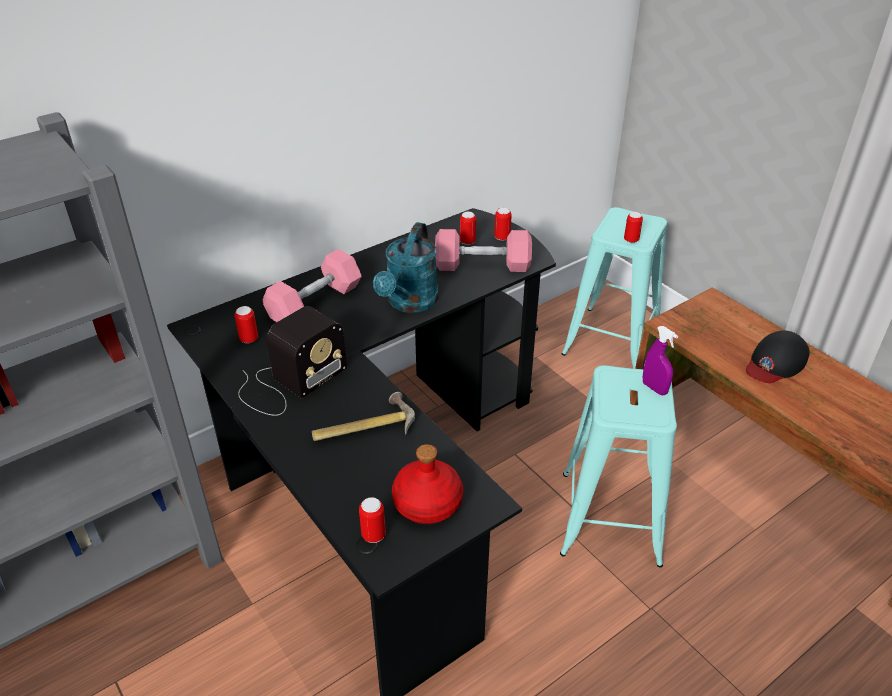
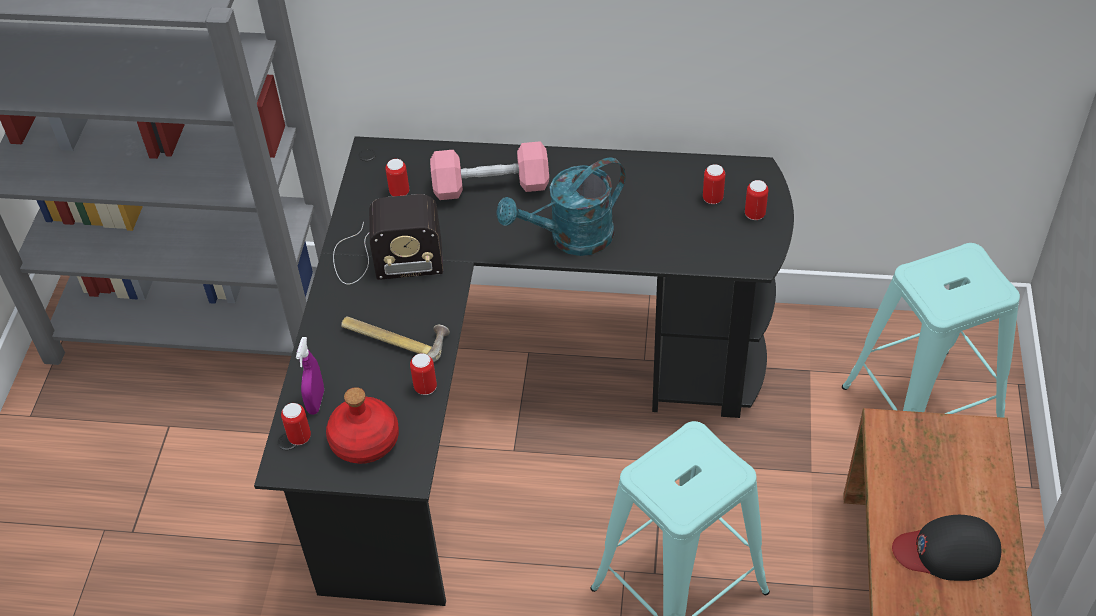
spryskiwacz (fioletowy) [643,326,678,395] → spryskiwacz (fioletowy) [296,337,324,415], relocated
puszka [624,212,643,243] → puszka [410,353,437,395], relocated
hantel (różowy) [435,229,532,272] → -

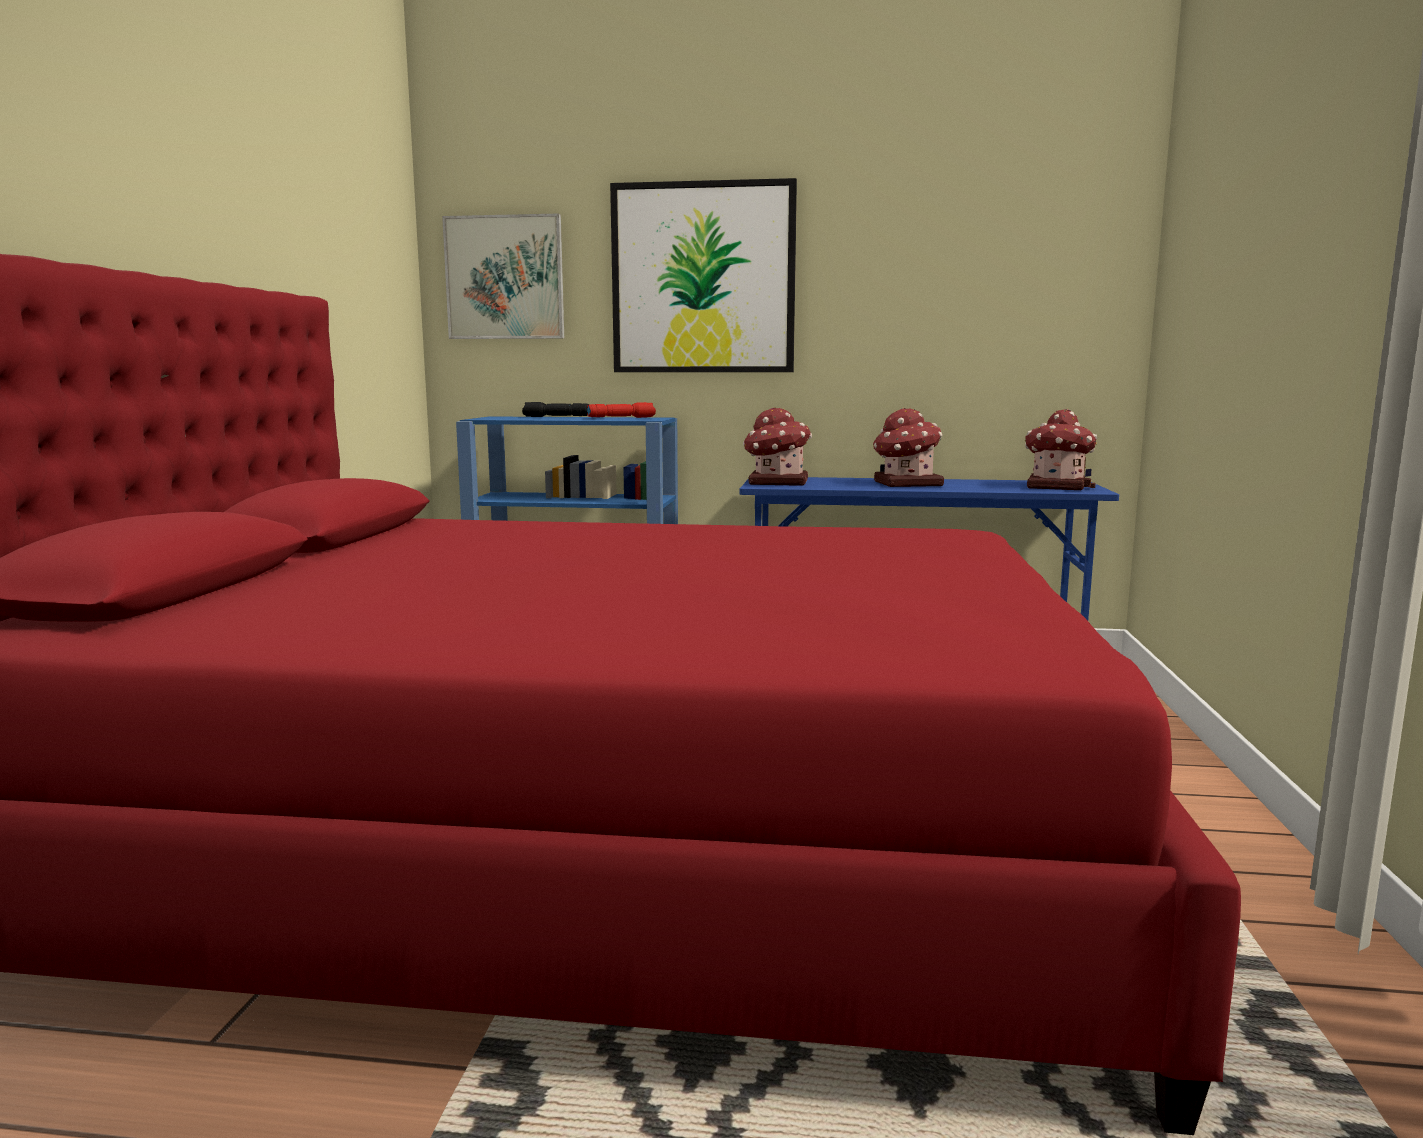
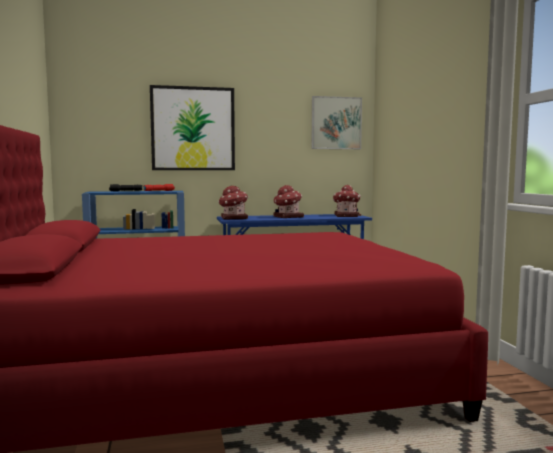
obraz [442,213,564,339] → obraz [311,96,362,149], relocated

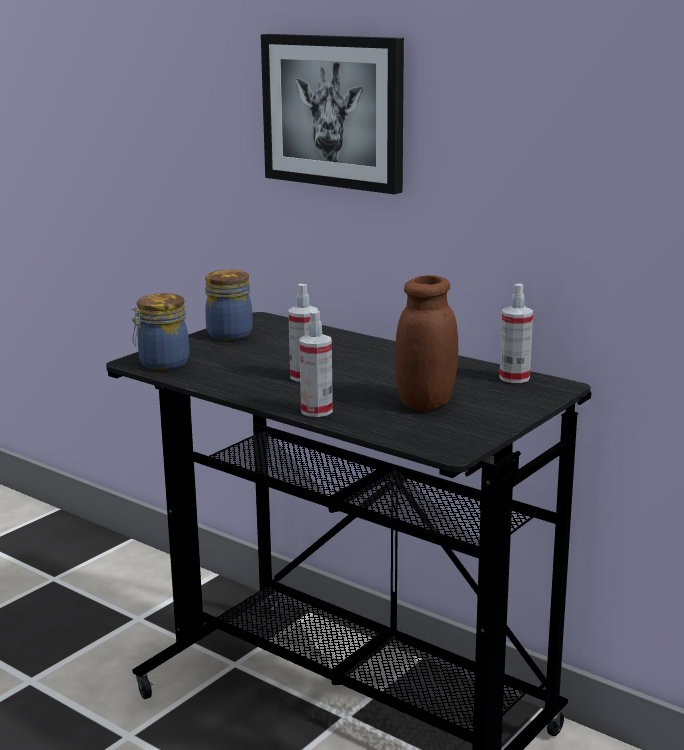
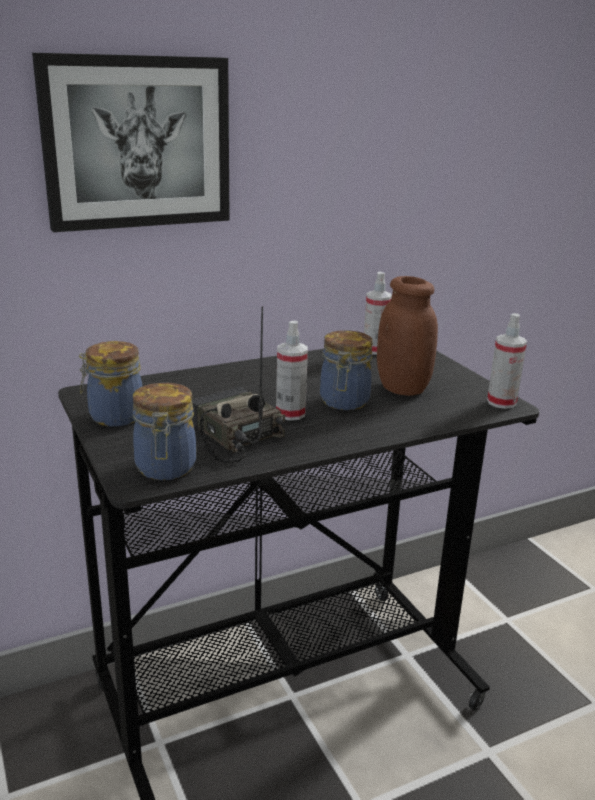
- → radio [192,307,285,463]
- → słoik [320,330,372,410]
spryskiwacz [299,310,333,417] → spryskiwacz [487,313,527,409], relocated

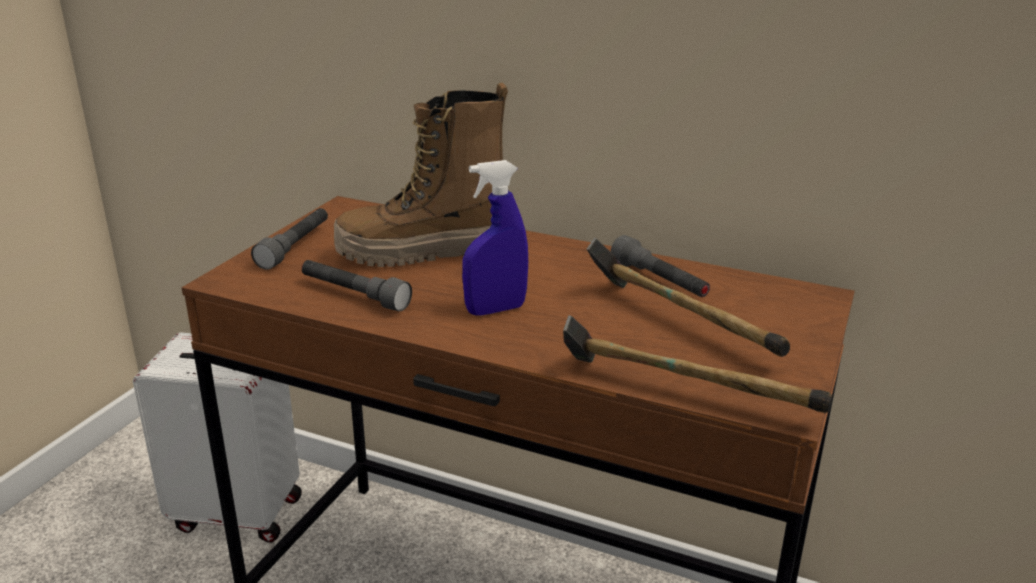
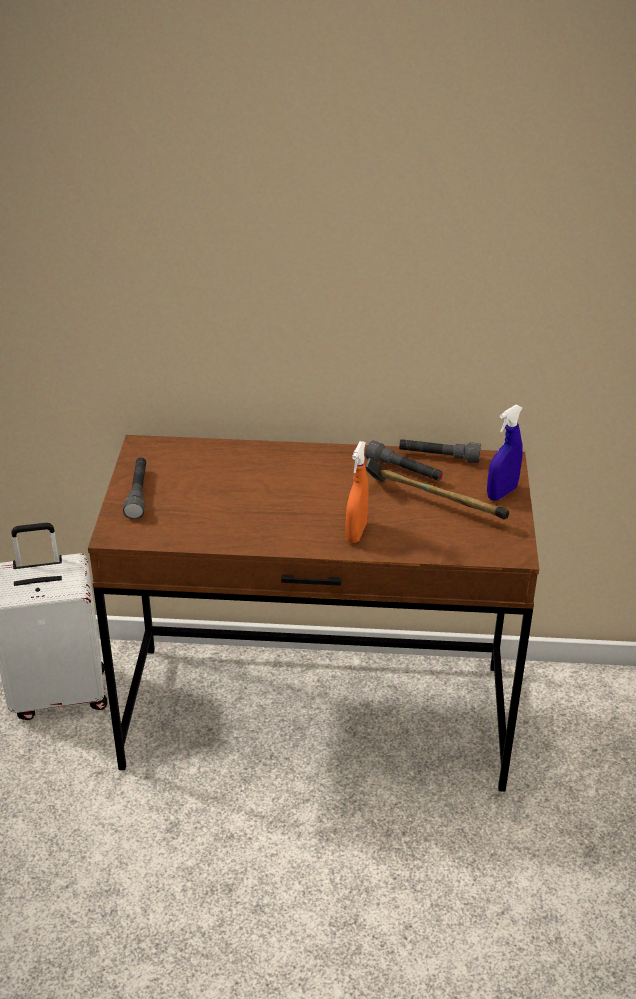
- → spryskiwacz (pomarańczowy) [346,441,369,543]
latarka (szary) [302,260,412,312] → latarka (szary) [399,439,481,463], relocated
spryskiwacz (niebieski) [462,160,528,316] → spryskiwacz (niebieski) [487,405,523,501], relocated
but z cholewką [334,83,508,267] → -
młotek [563,315,832,413] → -

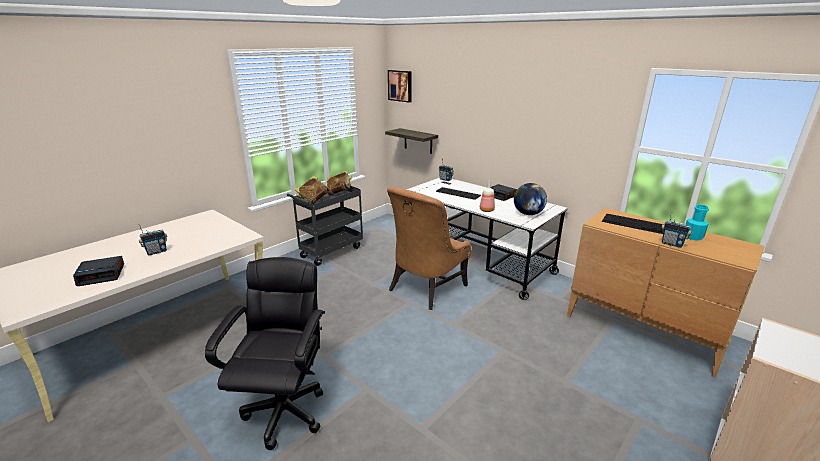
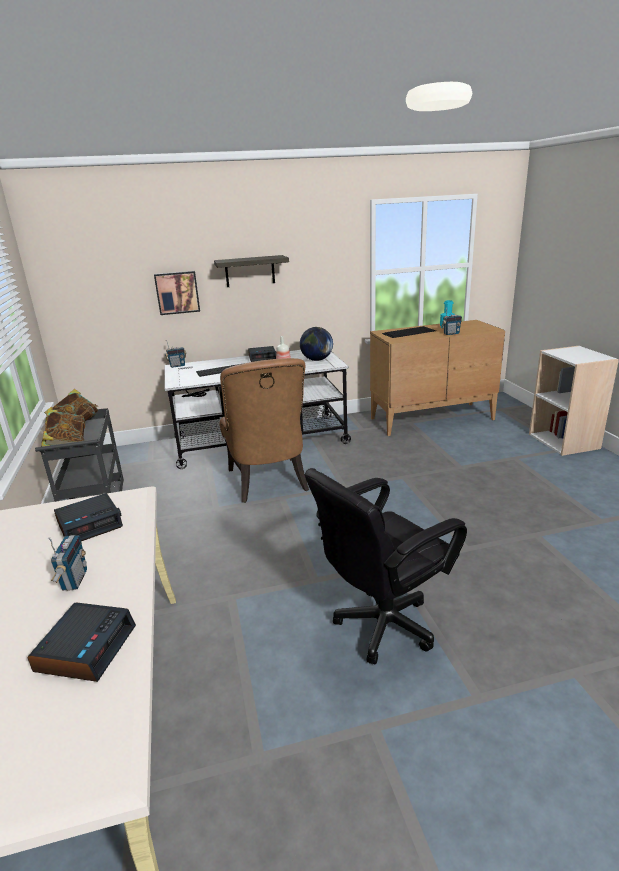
- → budzik [54,493,123,541]
obraz [388,70,411,102] → obraz [154,271,200,315], relocated
półka [385,128,438,154] → półka [214,255,289,287], relocated
krzesło biurowe (czarny) [205,257,325,450] → krzesło biurowe (czarny) [305,468,467,664], 75 degrees counterclockwise

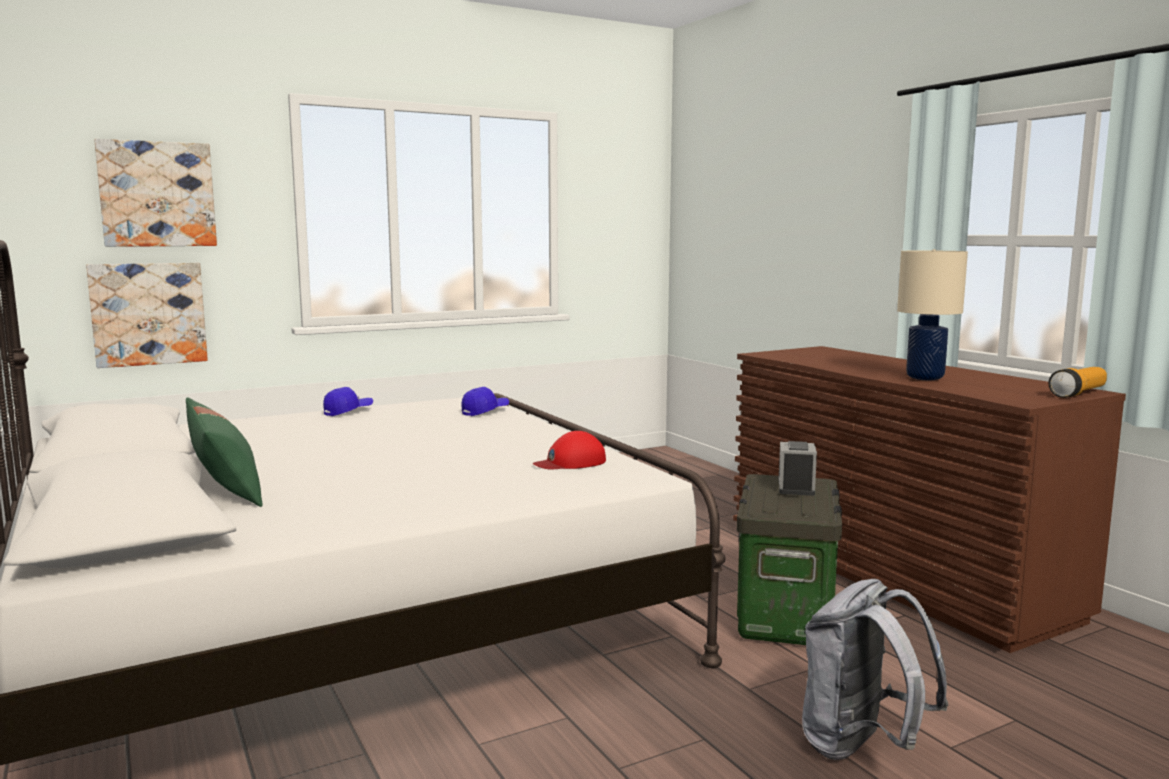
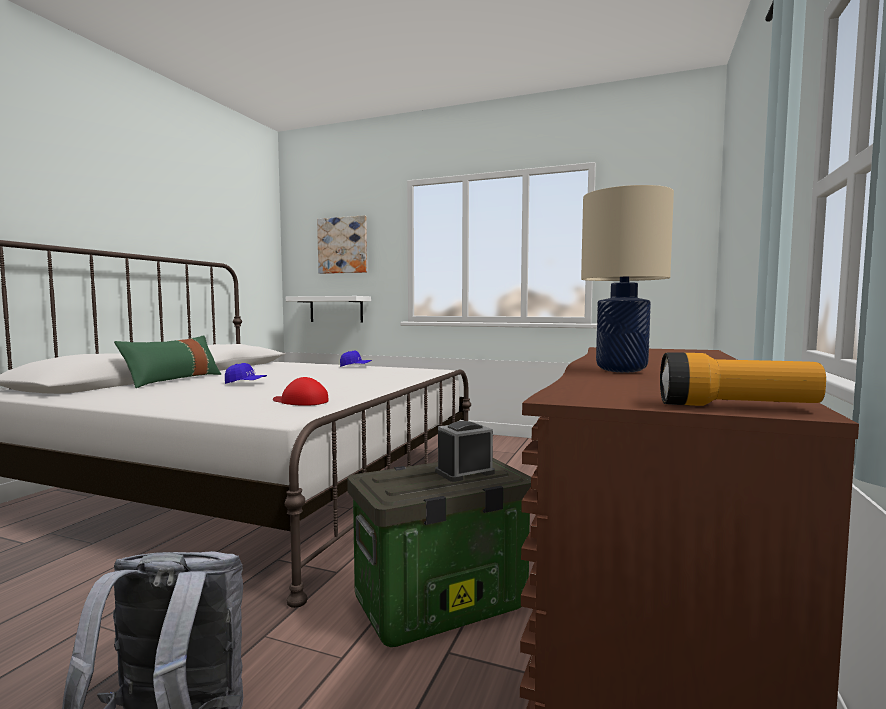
czapka z daszkiem (niebieski) [461,387,509,416] → czapka z daszkiem (niebieski) [225,363,267,384], relocated
obraz [86,263,208,368] → półka (biały) [286,296,371,323]

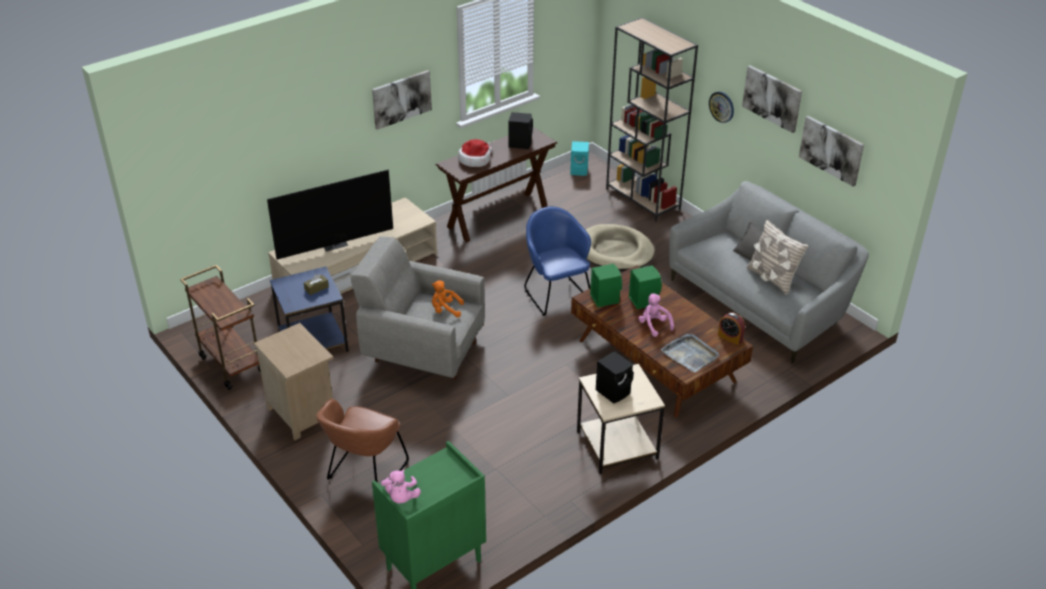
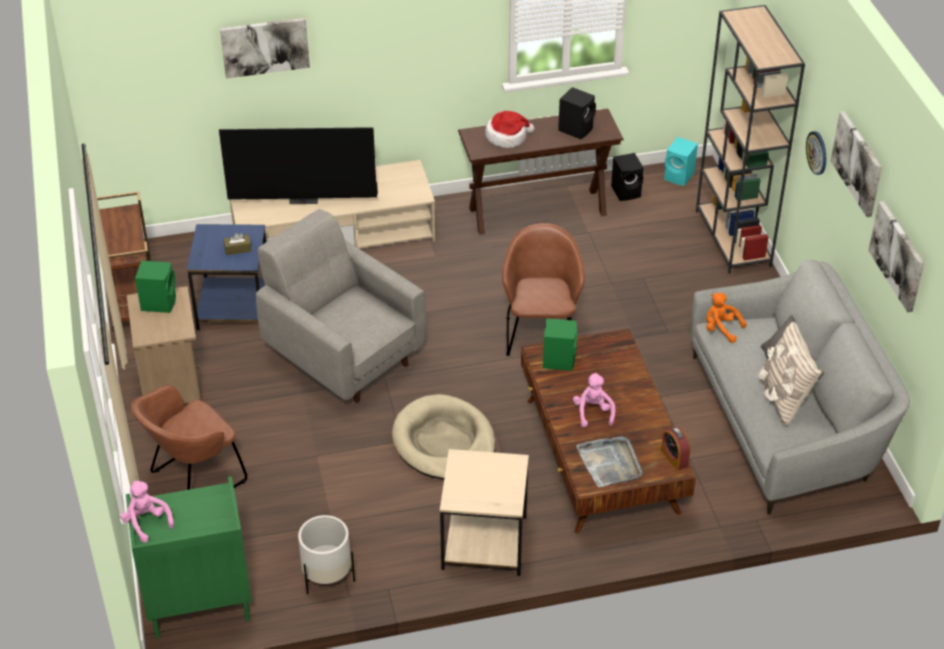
pluszak (różowy) [381,470,421,503] → pluszak (różowy) [120,481,174,543], 120 degrees clockwise
głośnik (zielony) [629,265,662,309] → głośnik (zielony) [135,261,176,313], relocated
obraz [372,70,432,130] → obraz [220,18,310,79], relocated
- → donica (biały) [298,515,355,594]
legowisko (beżowy) [586,224,655,271] → legowisko (beżowy) [392,394,496,479], relocated
fotel (niebieski) [525,206,591,316] → fotel (brązowy) [502,223,585,356]
głośnik (czarny) [596,351,634,404] → głośnik (czarny) [611,153,644,201], relocated
pluszak (pomarańczowy) [432,281,464,317] → pluszak (pomarańczowy) [706,292,747,343], relocated

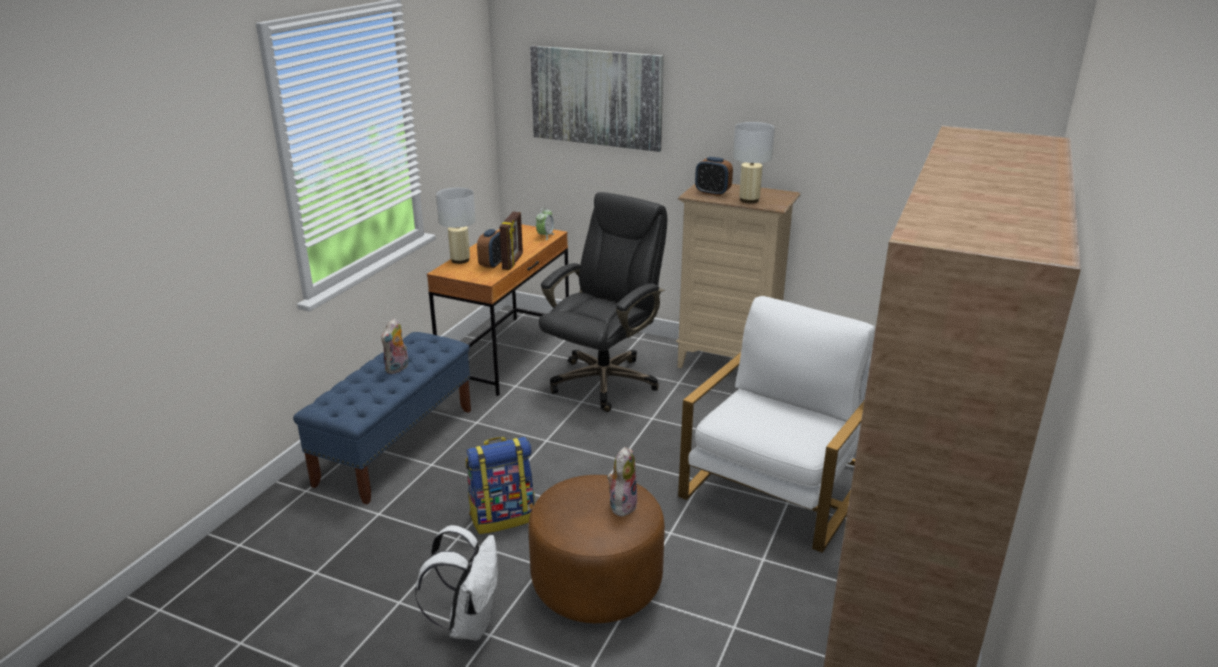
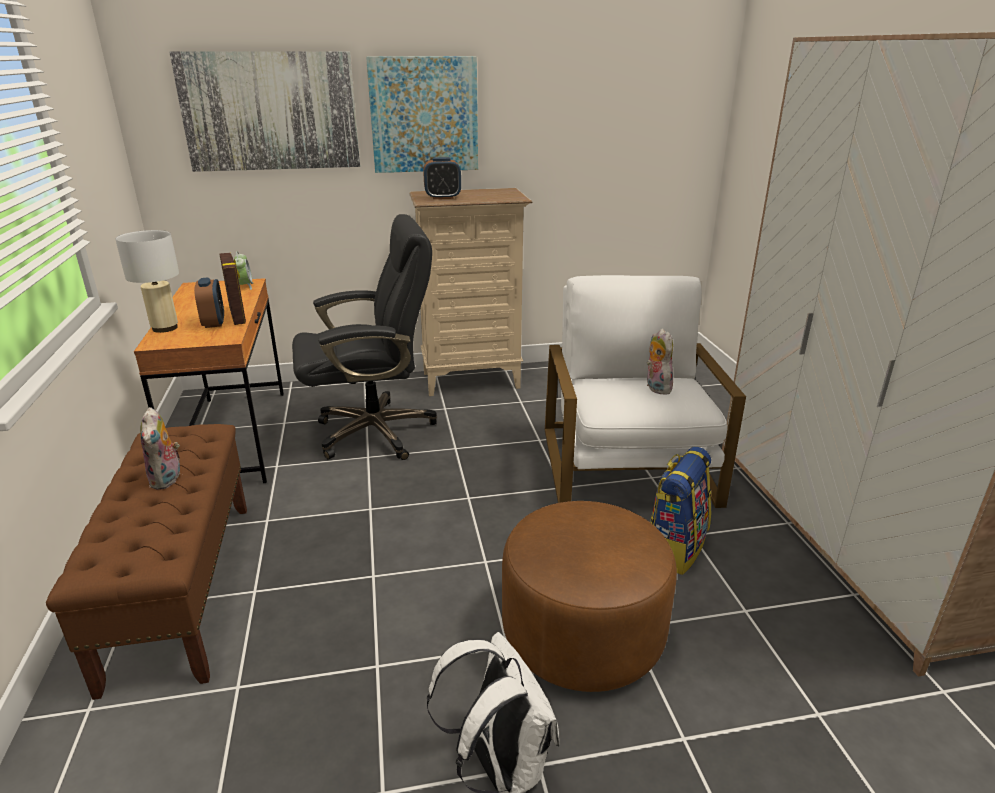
ławka (niebieski) [293,332,471,504] → ławka (brązowy) [46,424,247,700]
krzesło biurowe (czarny) [538,192,667,412] → krzesło biurowe (czarny) [292,214,437,460], 75 degrees clockwise
- → obraz [366,56,478,173]
pluszak [607,447,637,516] → pluszak [646,329,673,394], relocated
plecak [466,437,535,534] → plecak [650,447,711,575], relocated
lampa stołowa (biały) [733,122,775,204] → -

